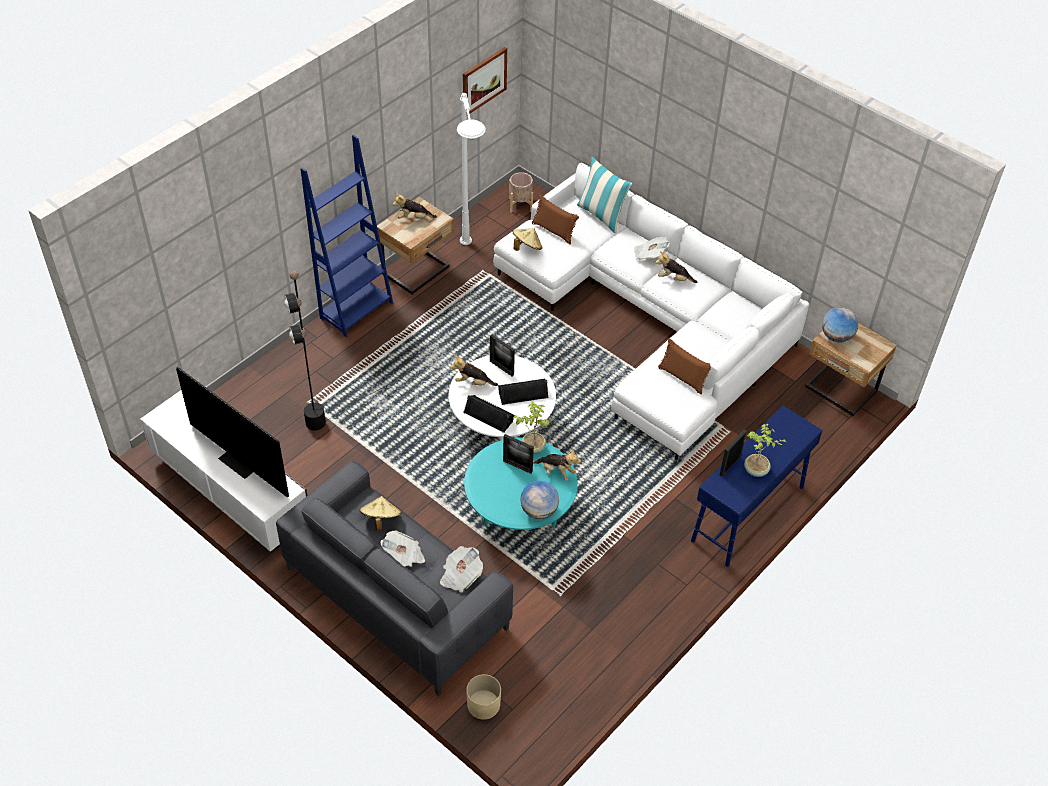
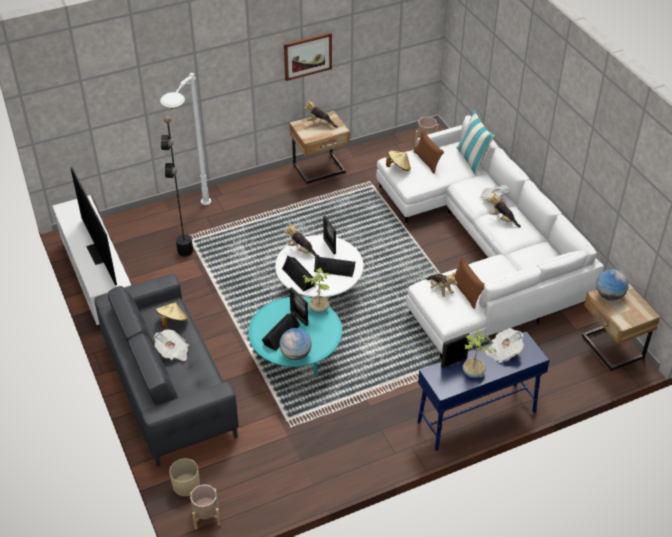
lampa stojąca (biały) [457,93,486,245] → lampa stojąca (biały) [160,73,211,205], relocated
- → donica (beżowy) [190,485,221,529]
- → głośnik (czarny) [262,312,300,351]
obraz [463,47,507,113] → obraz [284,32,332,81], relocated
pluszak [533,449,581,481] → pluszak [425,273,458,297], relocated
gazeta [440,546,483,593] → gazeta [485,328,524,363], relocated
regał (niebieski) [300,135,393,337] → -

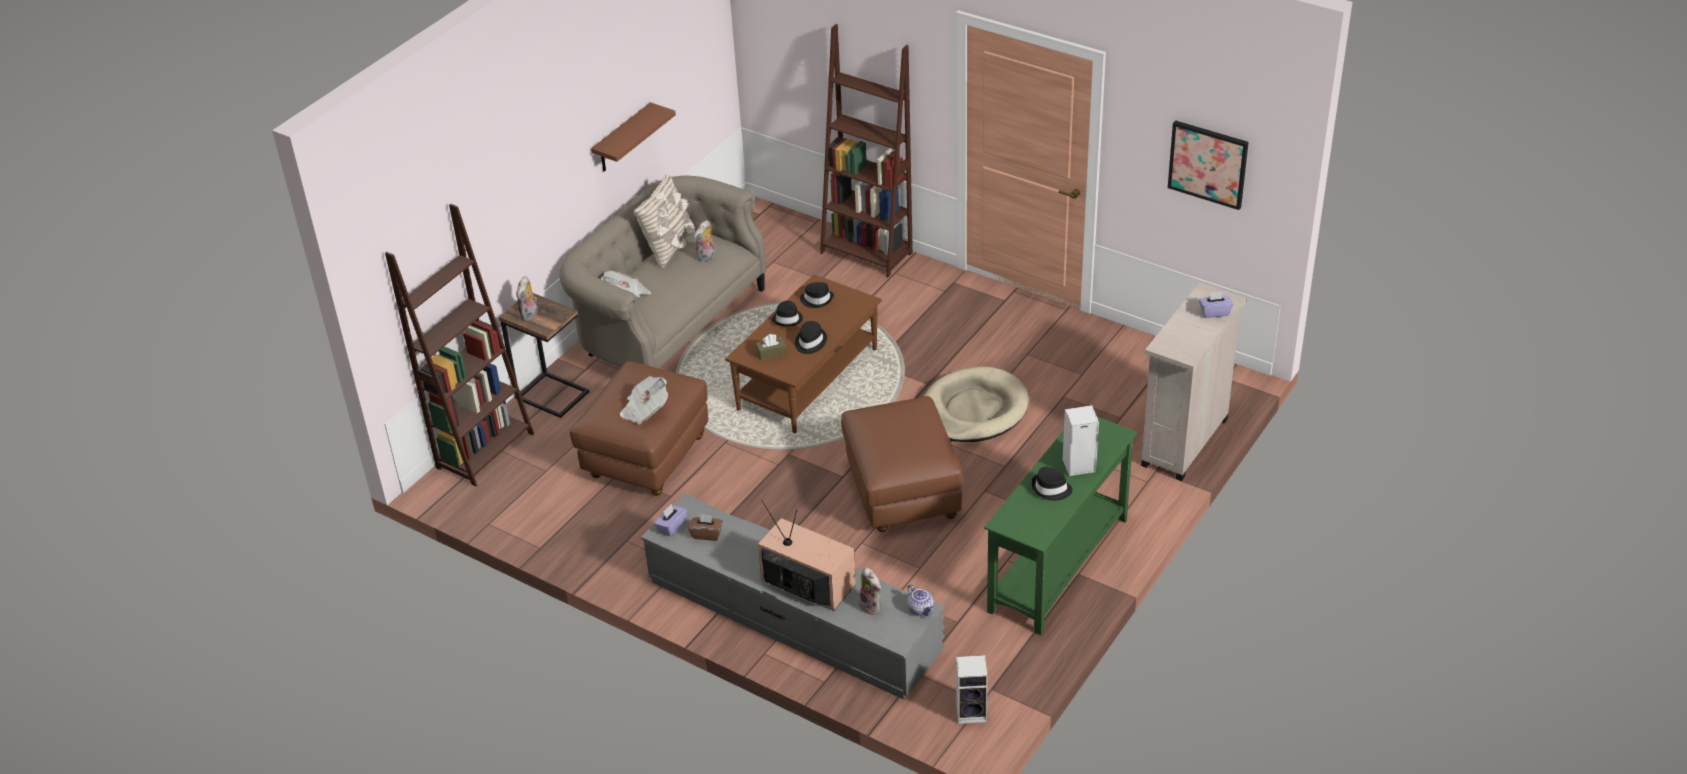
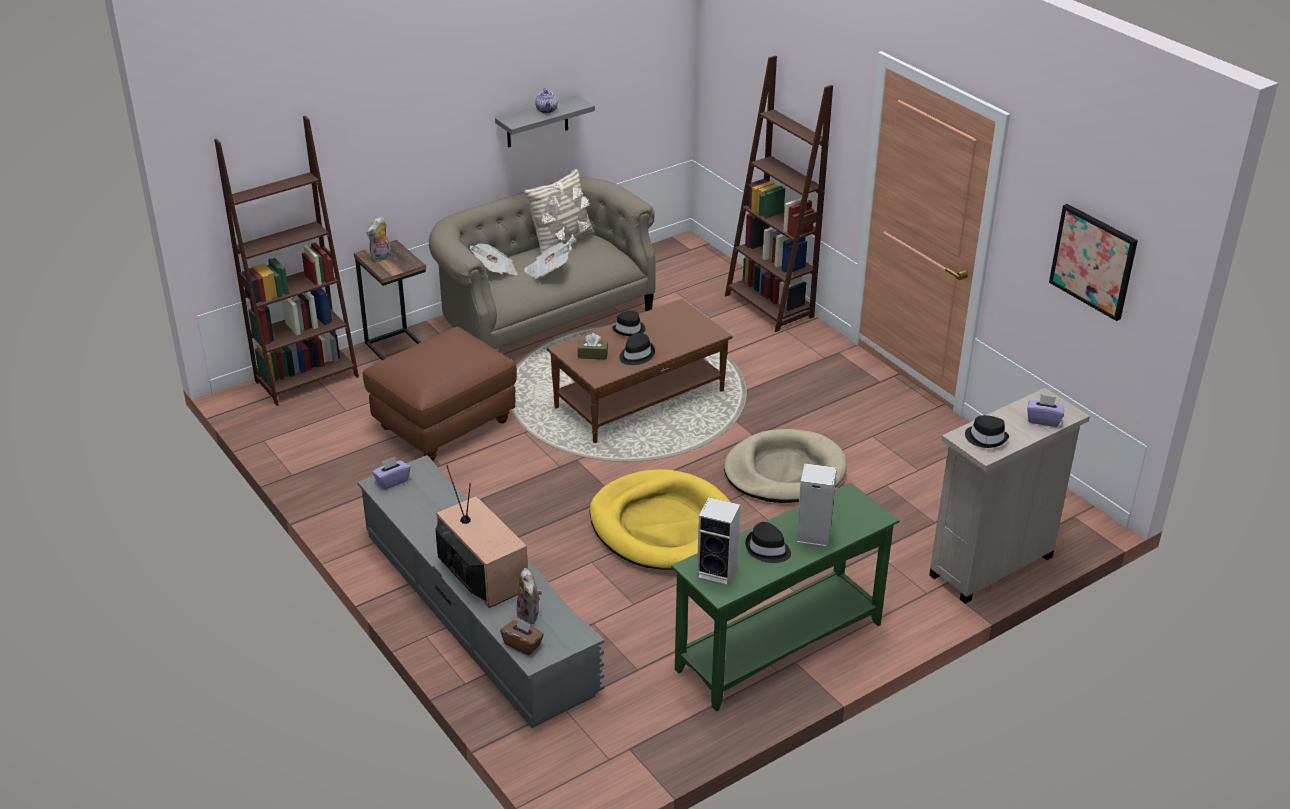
półka (brązowy) [591,102,676,171] → półka (szary) [495,95,595,147]
pudełko chusteczek (brązowy) [688,514,723,541] → pudełko chusteczek (brązowy) [500,618,544,655], relocated
gazeta [620,376,668,424] → gazeta [524,242,572,279], relocated
imbryk [907,584,934,616] → imbryk [535,88,558,114], relocated
pufa (brązowy) [841,396,963,532] → legowisko (żółty) [589,469,740,570]
głośnik [956,655,988,724] → głośnik [697,497,741,585], relocated
kapelusz (czarny) [800,282,834,308] → kapelusz (czarny) [965,415,1009,448], relocated
pluszak [694,220,716,262] → -

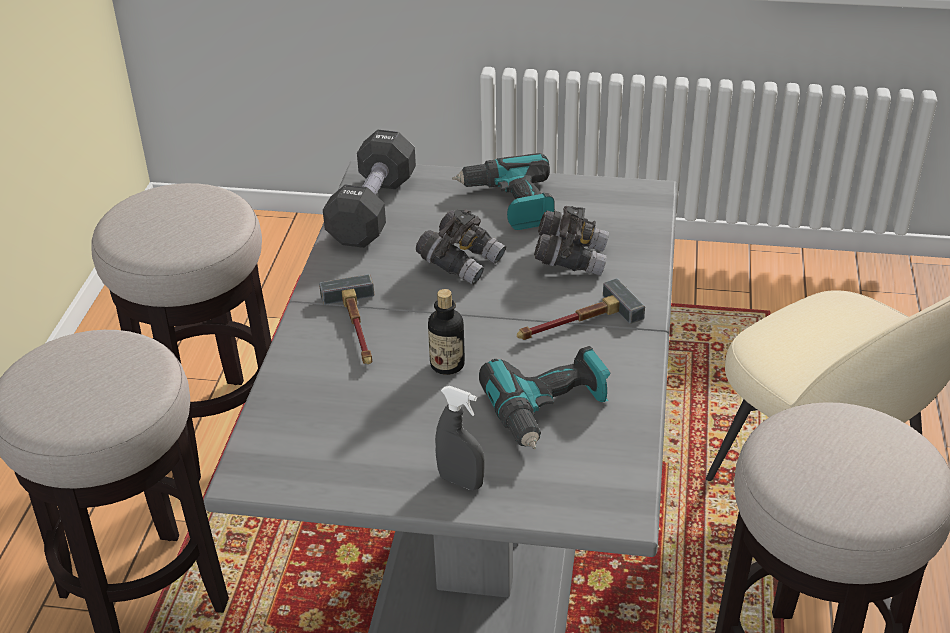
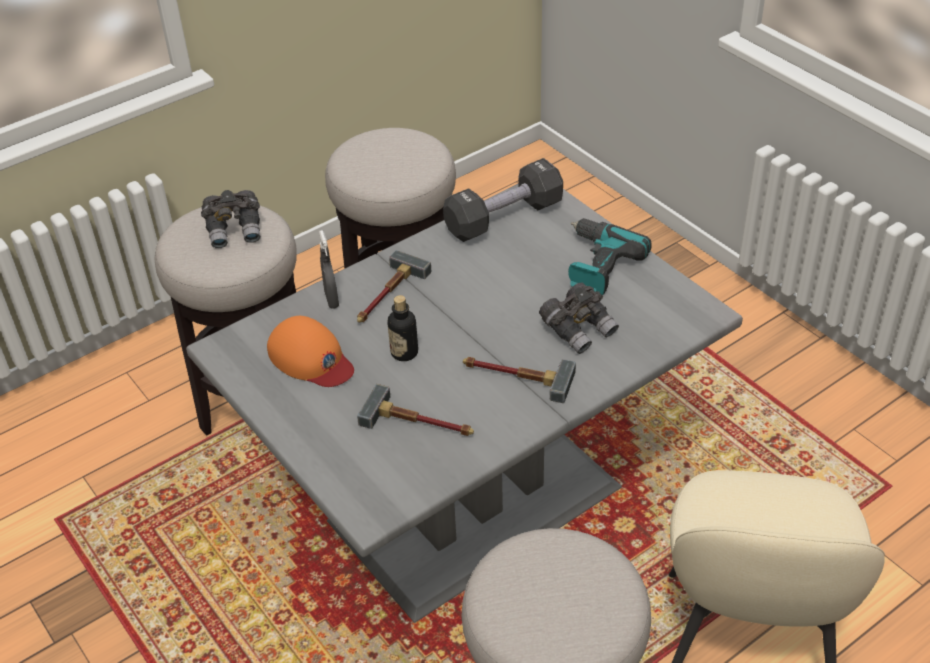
lornetka (szary) [416,210,506,285] → lornetka (szary) [201,190,261,248], relocated
- → czapka z daszkiem (pomarańczowy) [267,316,354,387]
spryskiwacz (szary) [435,386,485,490] → spryskiwacz (szary) [319,230,339,309], relocated
wiertarka [479,346,611,449] → młotek [357,384,474,436]

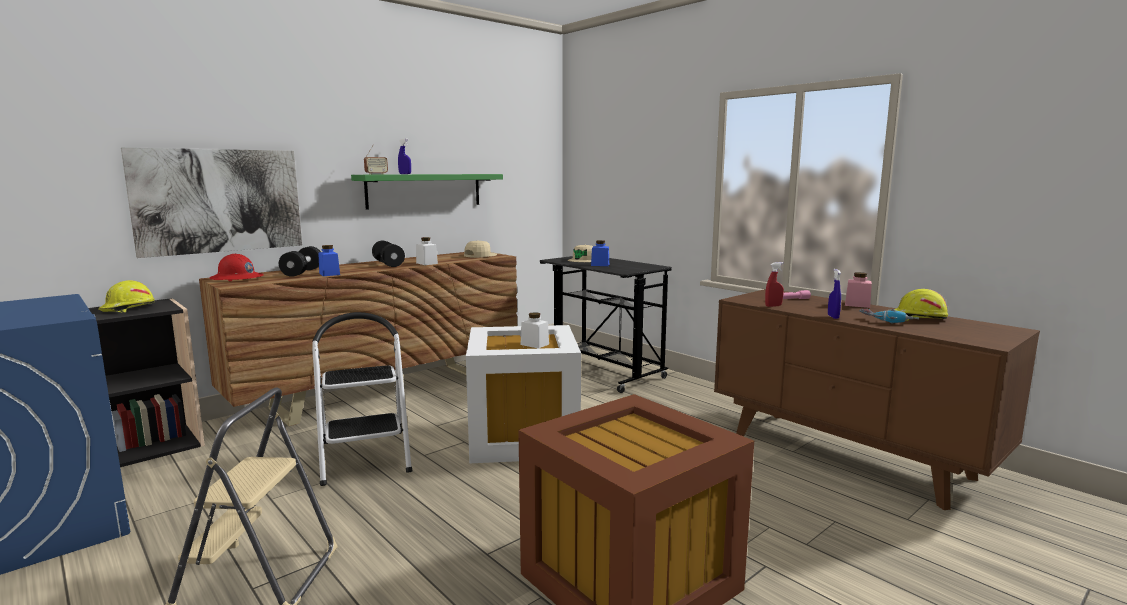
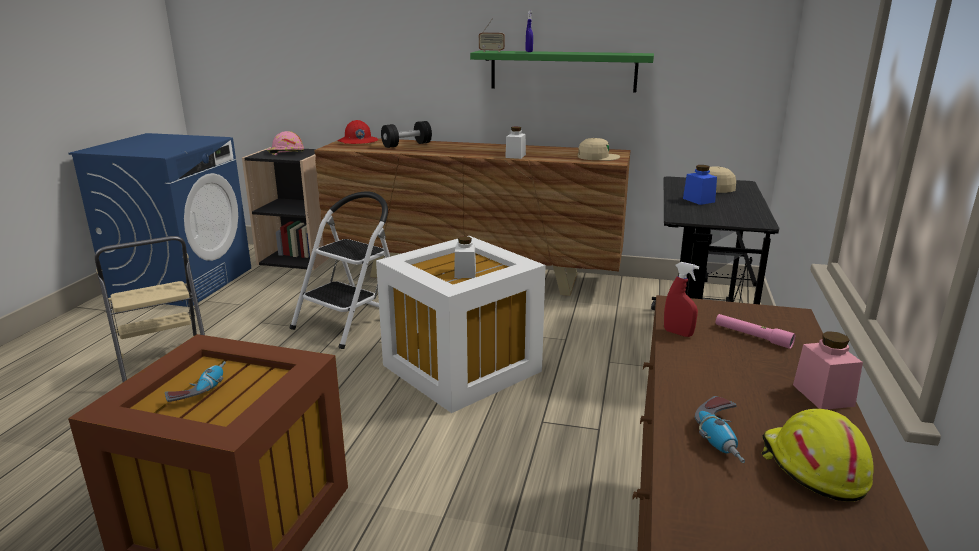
- → wiertarka [165,361,226,402]
kask (żółty) [98,280,154,312] → kask (różowy) [267,131,304,155]
obraz [121,147,302,258] → -
słoik (niebieski) [318,245,340,276] → -
hantel (czarny) [372,241,405,267] → -
spryskiwacz (niebieski) [828,269,841,319] → -

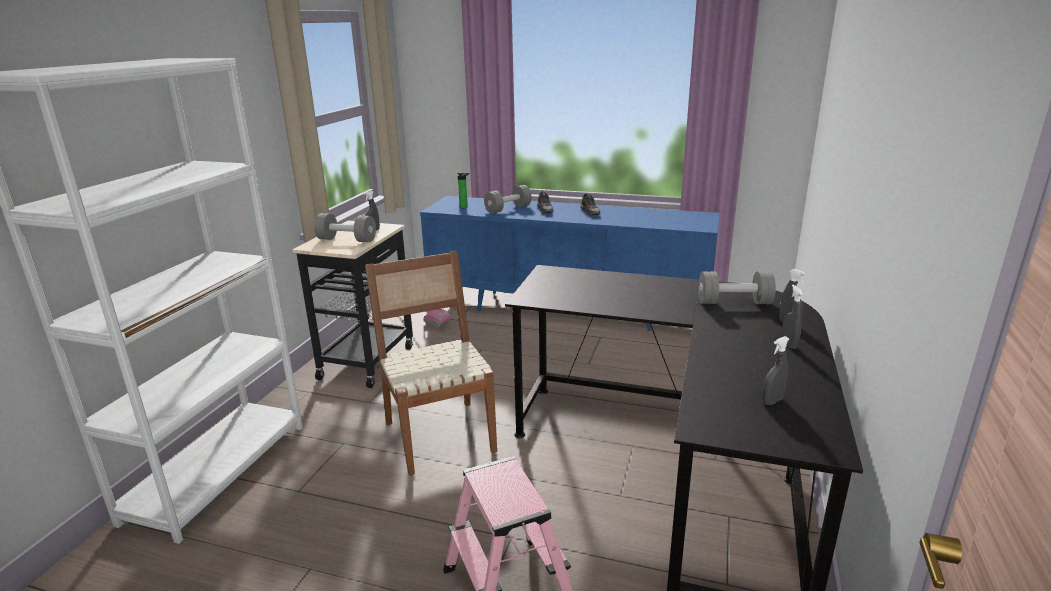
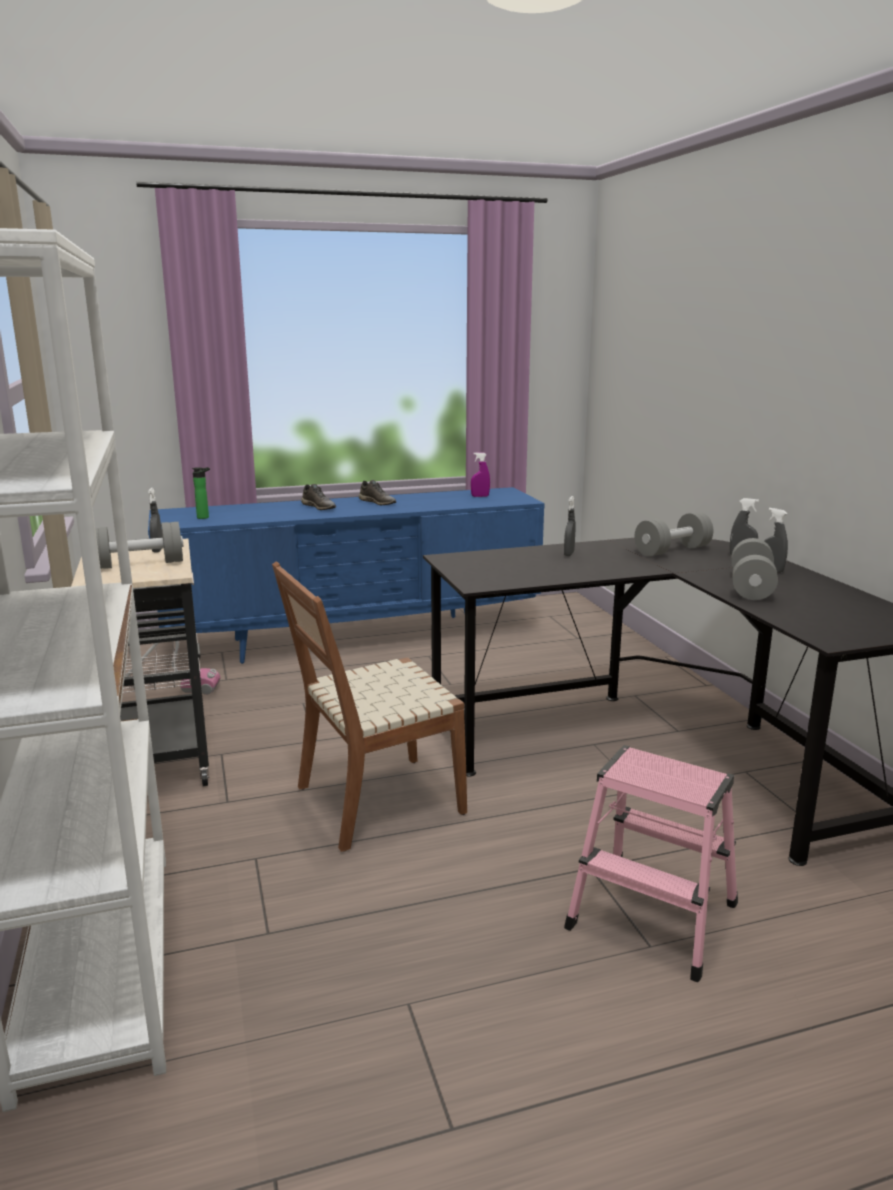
krzesło [365,251,497,476] → krzesło [272,561,467,852], 60 degrees counterclockwise
- → spryskiwacz (fioletowy) [471,452,490,497]
spryskiwacz (szary) [762,336,789,405] → spryskiwacz (szary) [564,496,575,556], relocated
hantel (szary) [484,185,532,213] → hantel (szary) [732,538,778,600], relocated

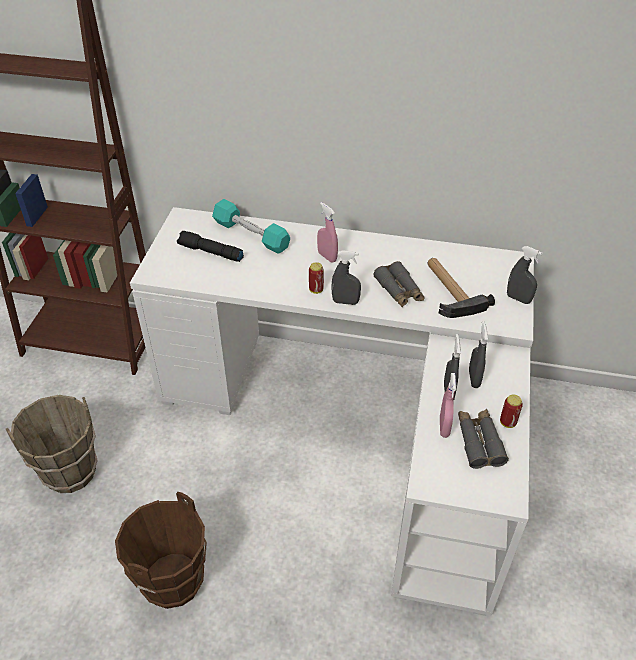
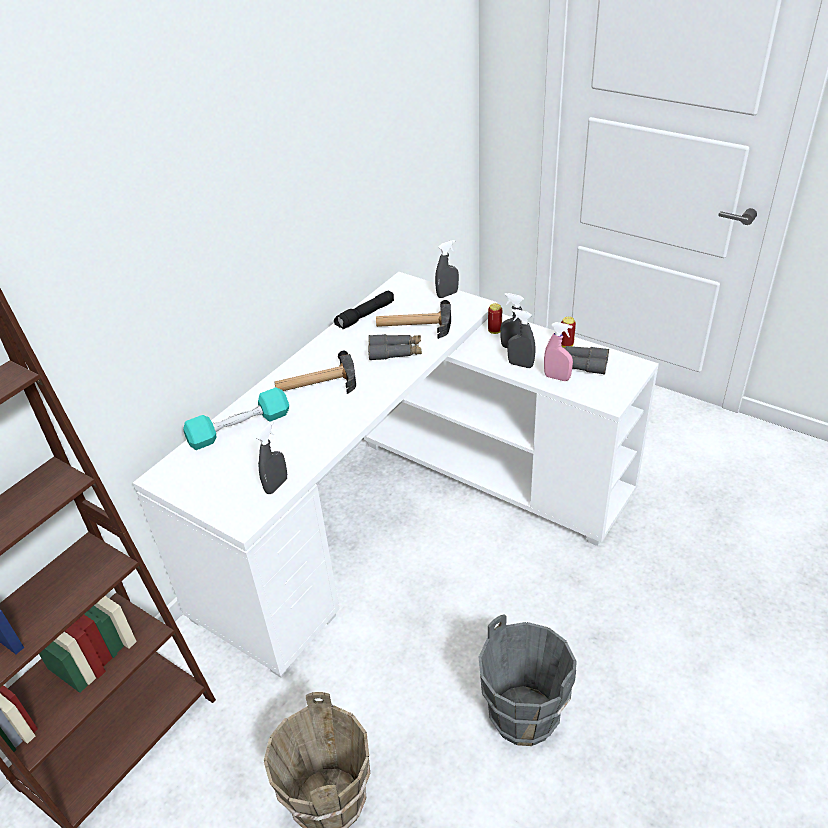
spryskiwacz (szary) [332,250,361,305] → spryskiwacz (szary) [256,422,287,494], relocated
spryskiwacz (różowy) [317,202,338,263] → młotek [275,351,356,394]
latarka (czarny) [177,231,244,262] → latarka (czarny) [334,290,394,329], relocated
wiadro (brązowy) [115,492,207,609] → wiadro (szary) [478,614,577,746]
puszka [309,262,324,294] → puszka [488,303,502,334], relocated

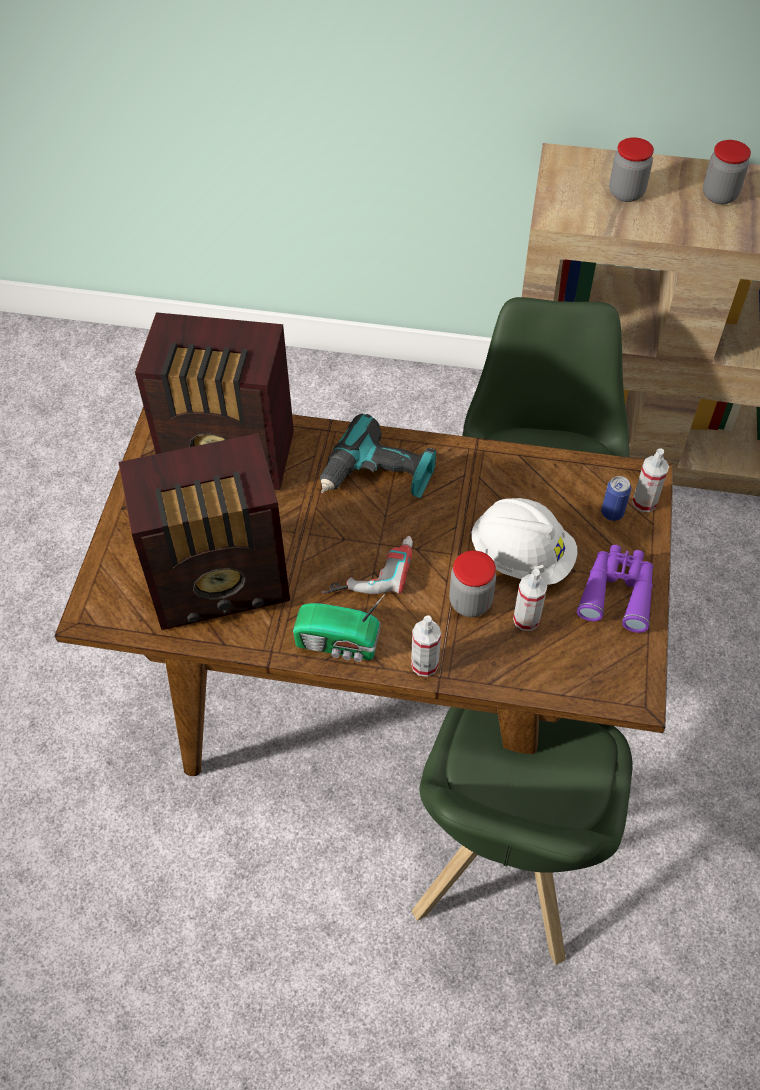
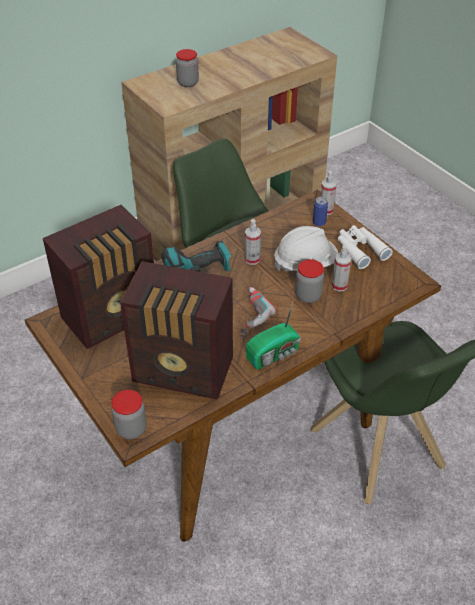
słoik [703,140,751,204] → słoik [111,389,147,439], relocated
radio [118,433,290,630] → radio [120,261,233,400], 75 degrees clockwise
spryskiwacz [411,615,441,677] → spryskiwacz [245,219,261,265], relocated
lornetka (fioletowy) [577,545,653,633] → lornetka (biały) [338,225,393,269]

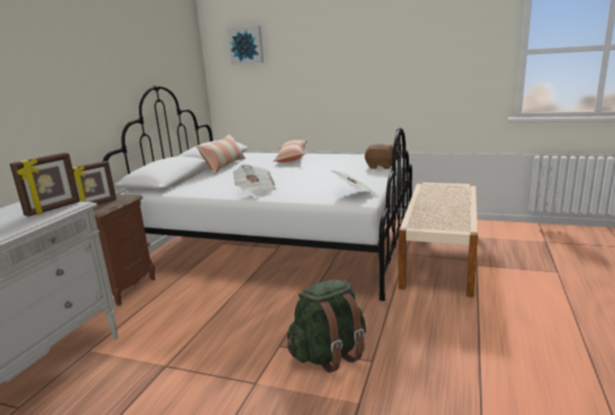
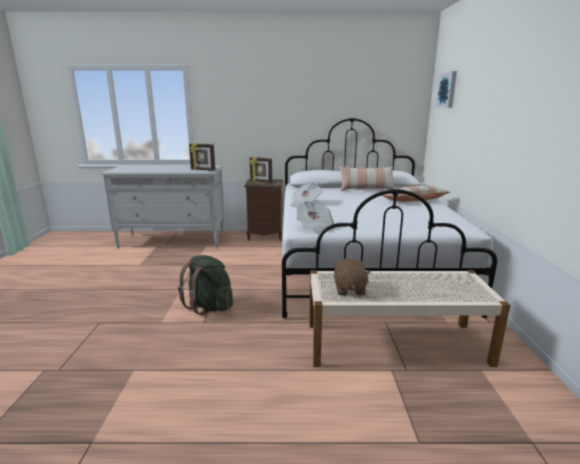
pluszak (brązowy) [365,144,400,169] → pluszak (brązowy) [334,258,371,296], relocated

